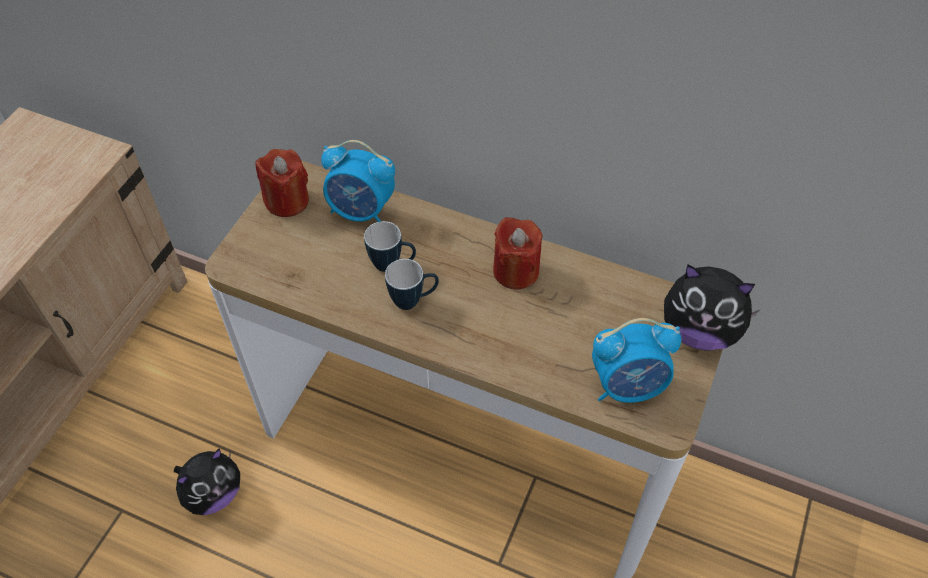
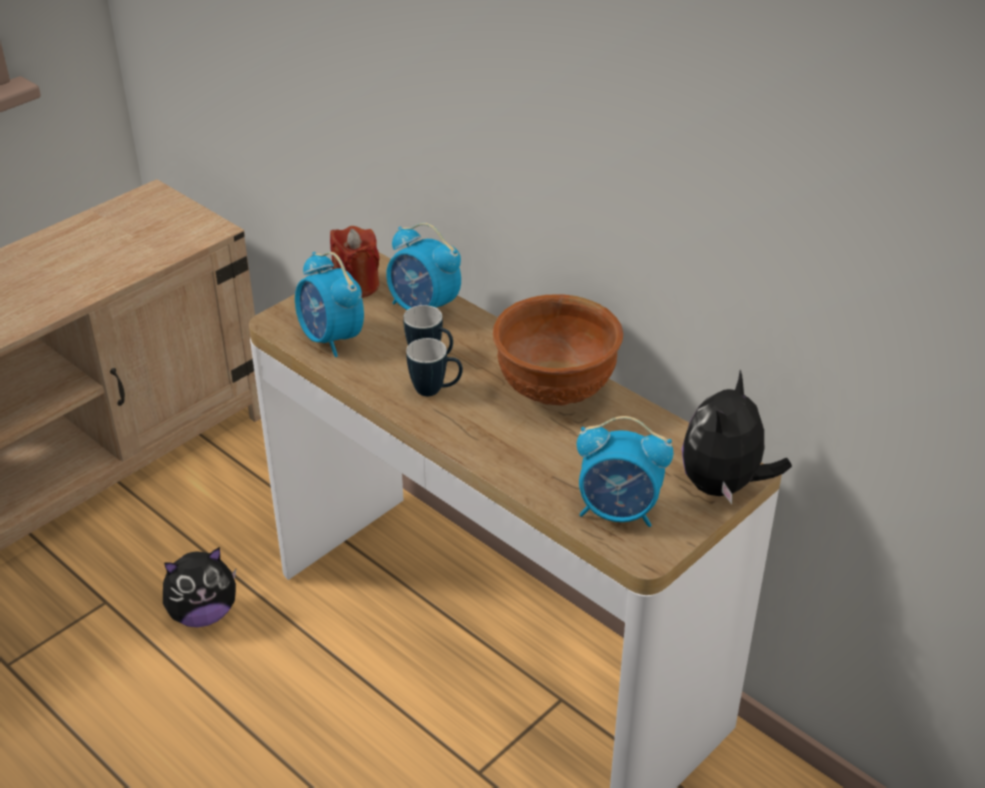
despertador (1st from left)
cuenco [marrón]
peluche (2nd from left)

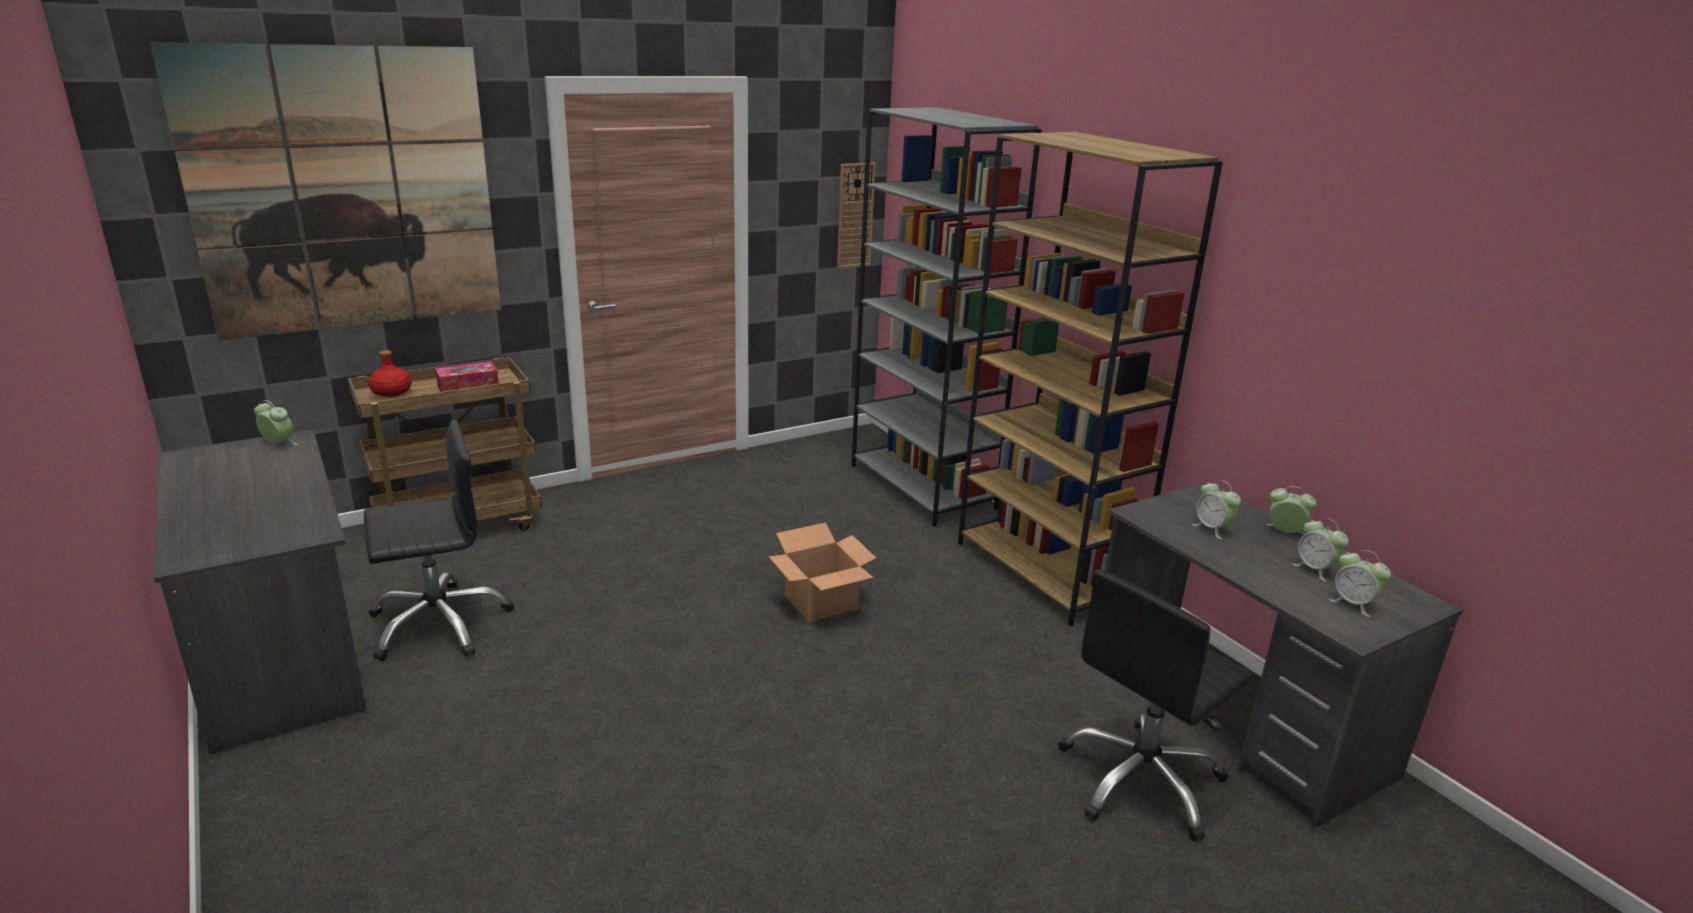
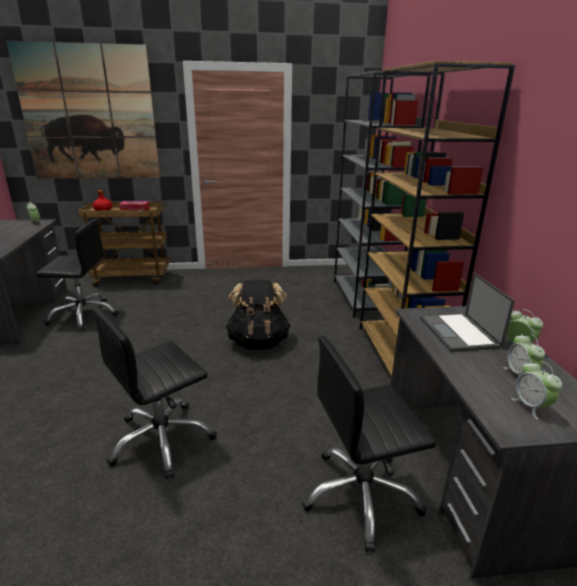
silla de oficina [negro] (2nd from left)
mochila [negro]
portátil
reloj de pared

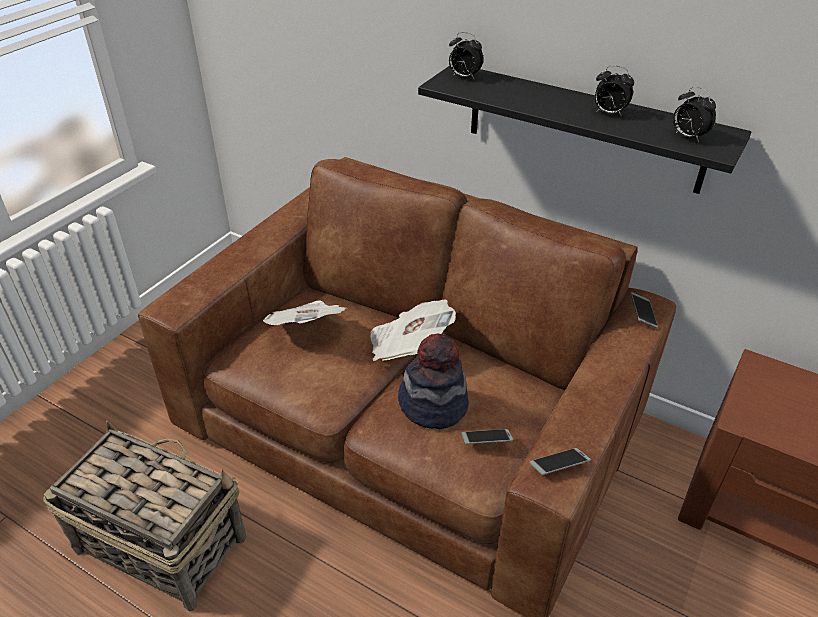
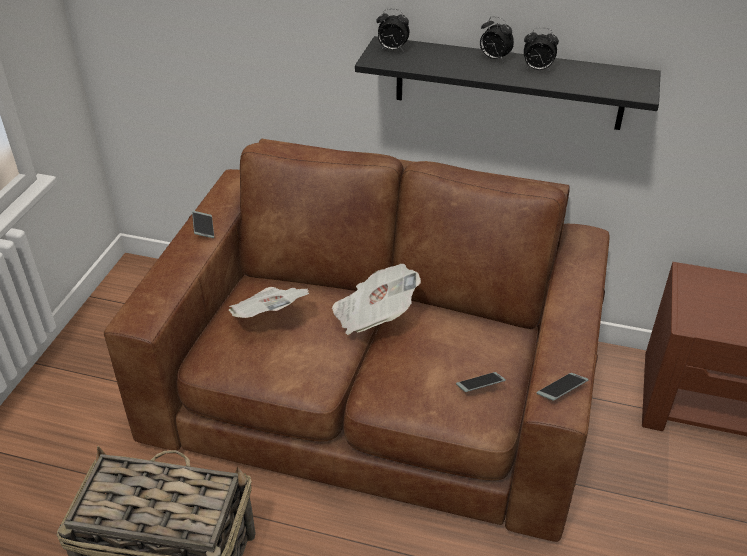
móvil (1st from left)
despertador (2nd from left)
sombrero

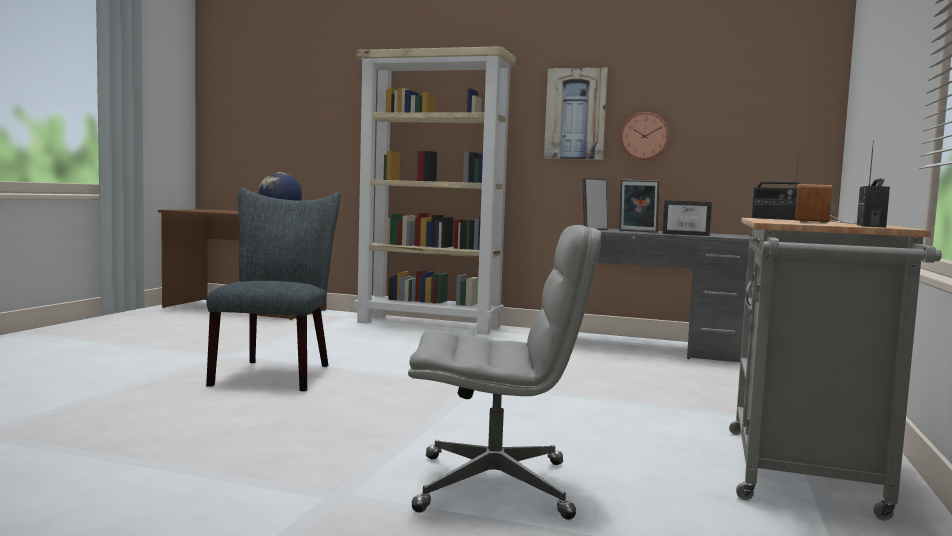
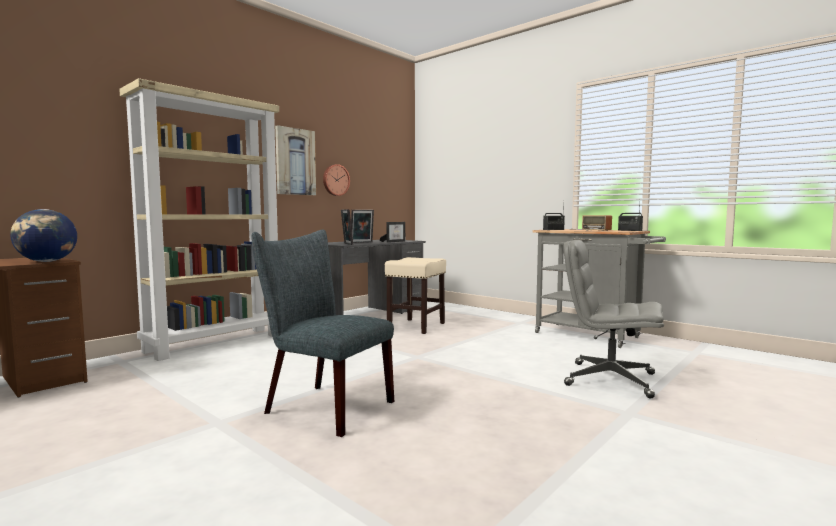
taburete [beis]
silla de oficina [gris]

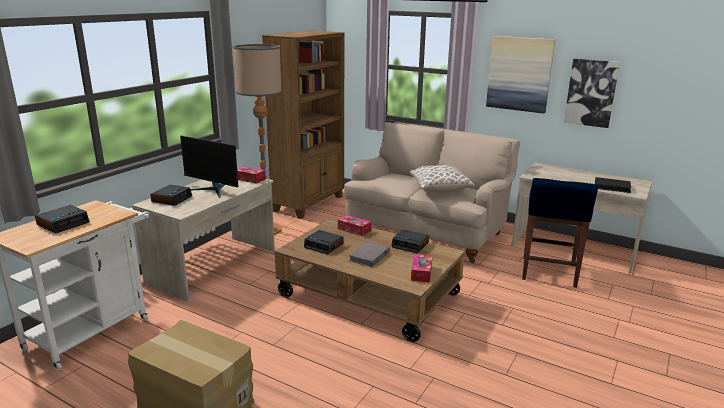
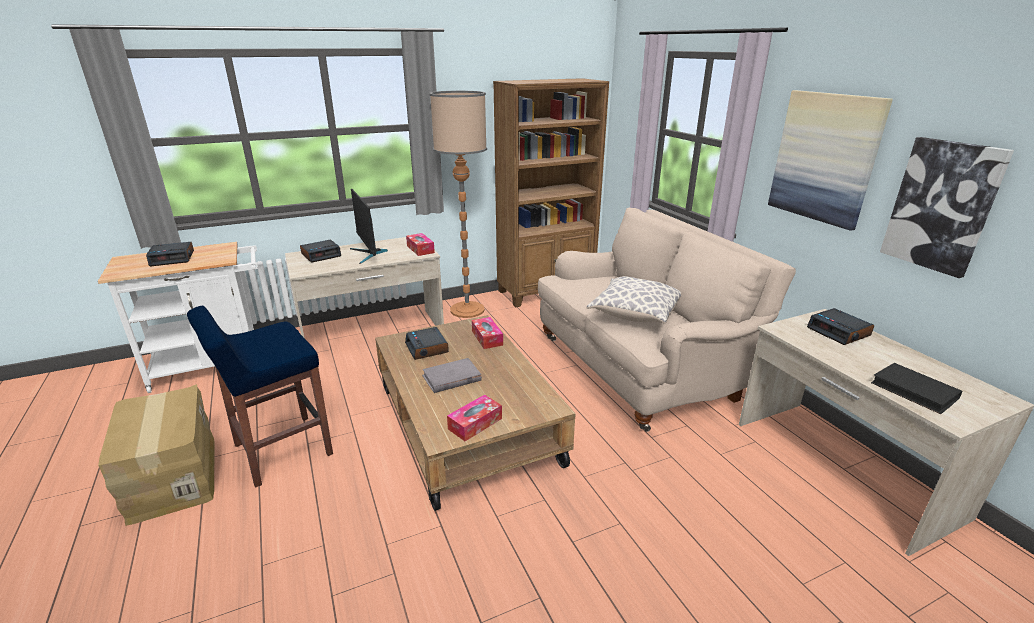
taburete [azul]
despertador (4th from left)

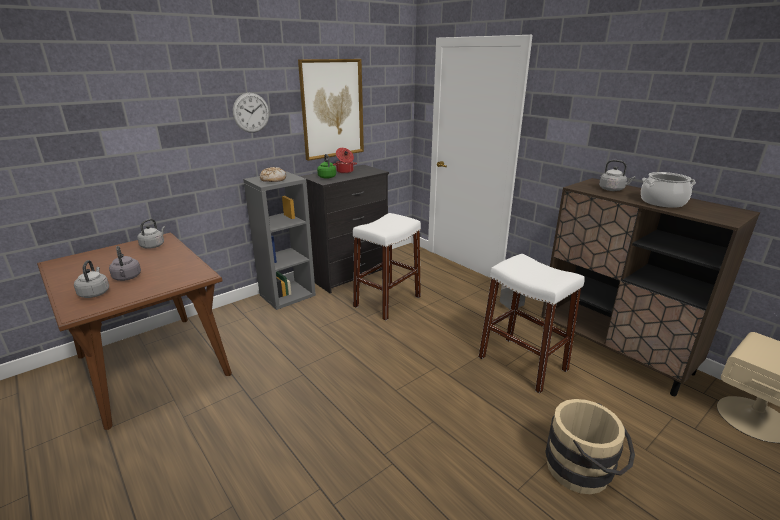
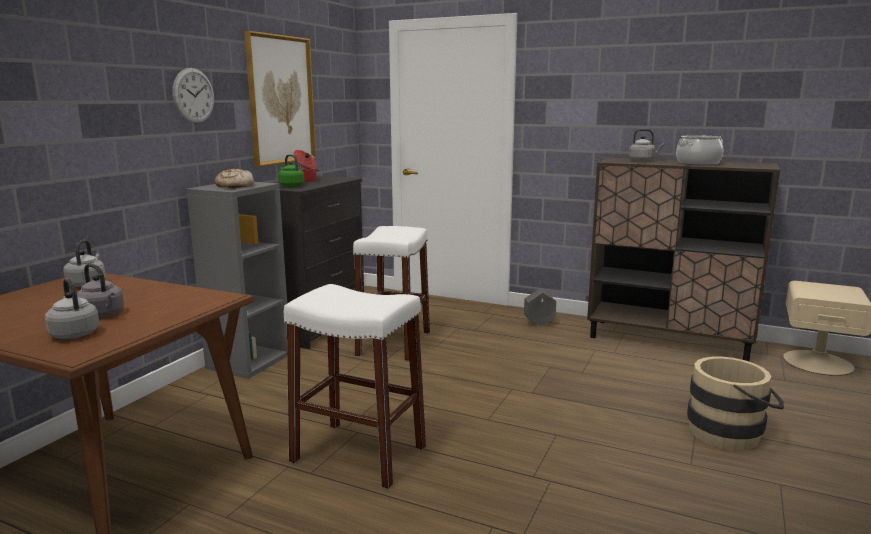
taburete [blanco] (1st from left)

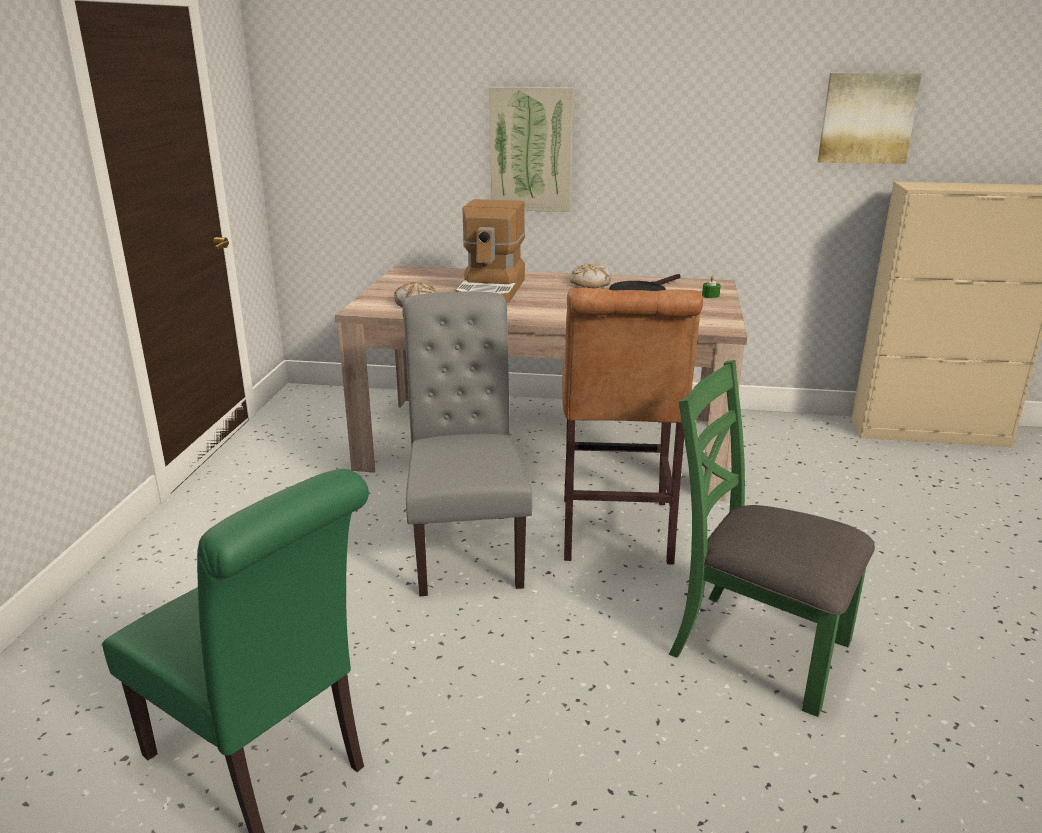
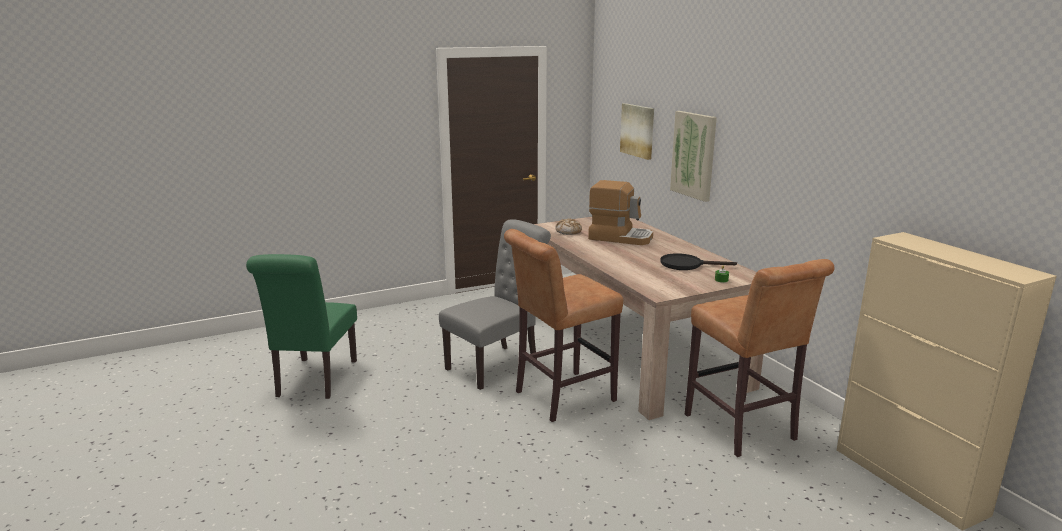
cafetera
cuadro (1st from left)
taburete [marrón] (2nd from left)
pan (2nd from left in the first image)
silla [verde] (2nd from left in the first image)

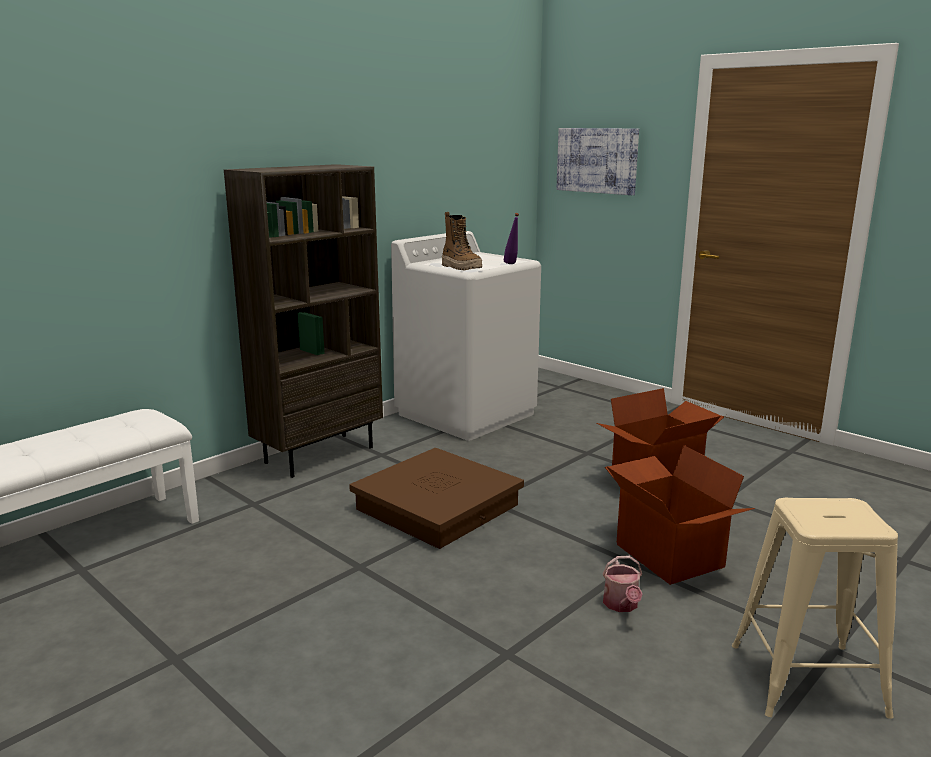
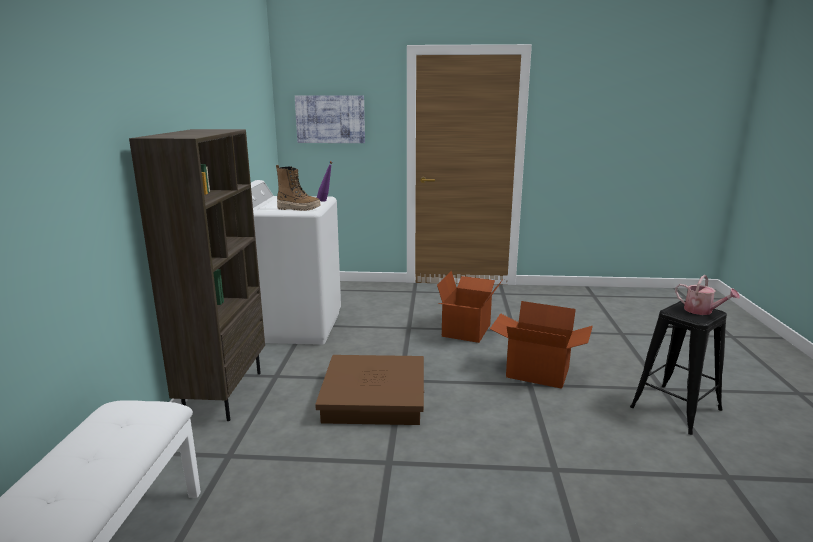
taburete [negro]
regadera

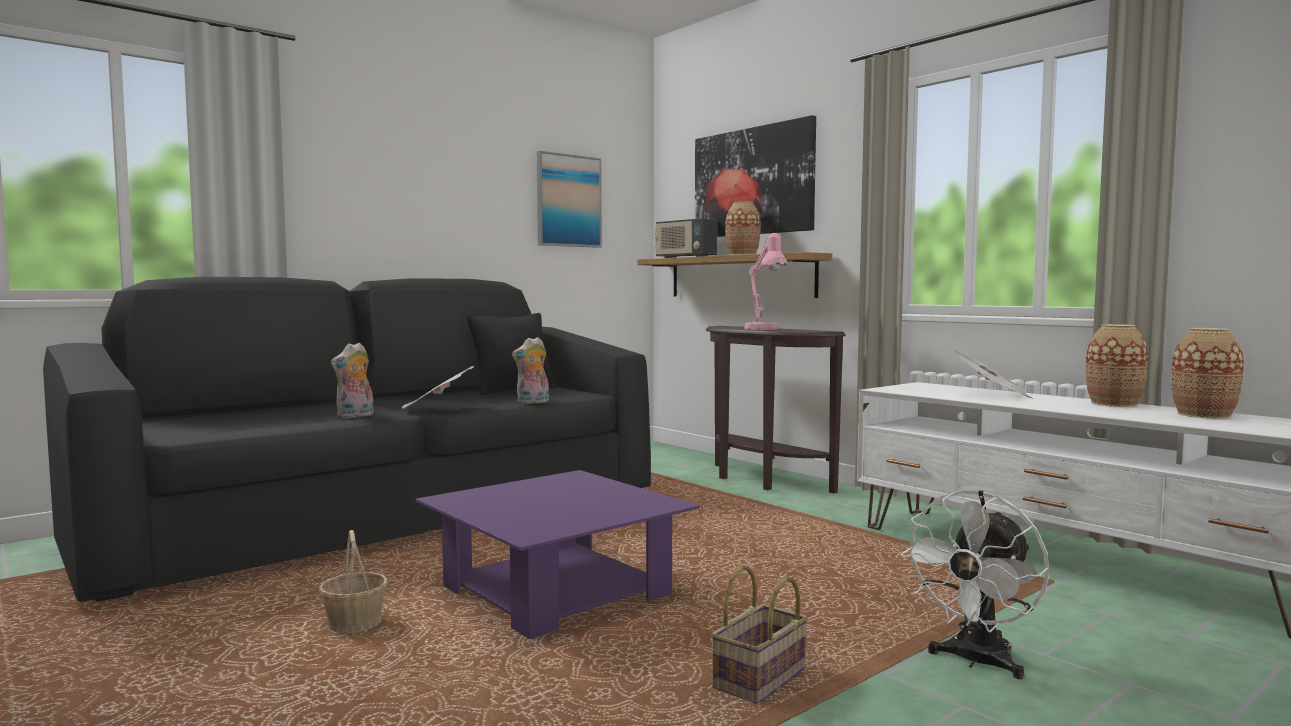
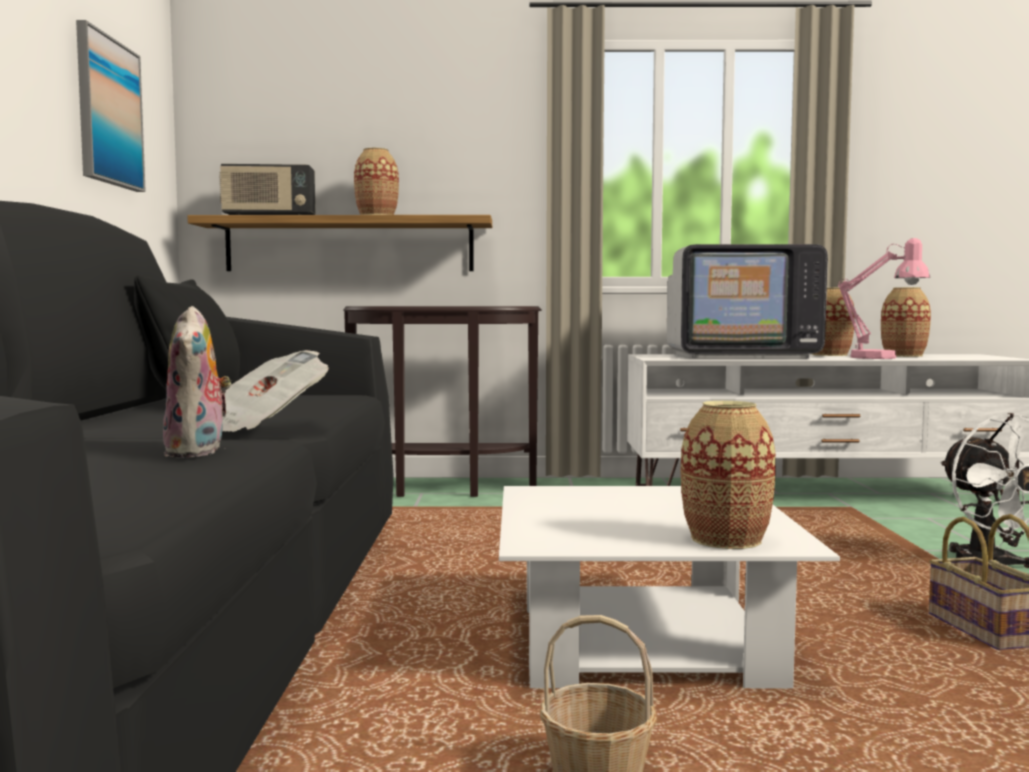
mesa de centro [blanco]
televisor
florero (2nd from left)
lámpara de mesa [rosa]
peluche (2nd from left in the first image)
cuadro (2nd from left in the first image)

